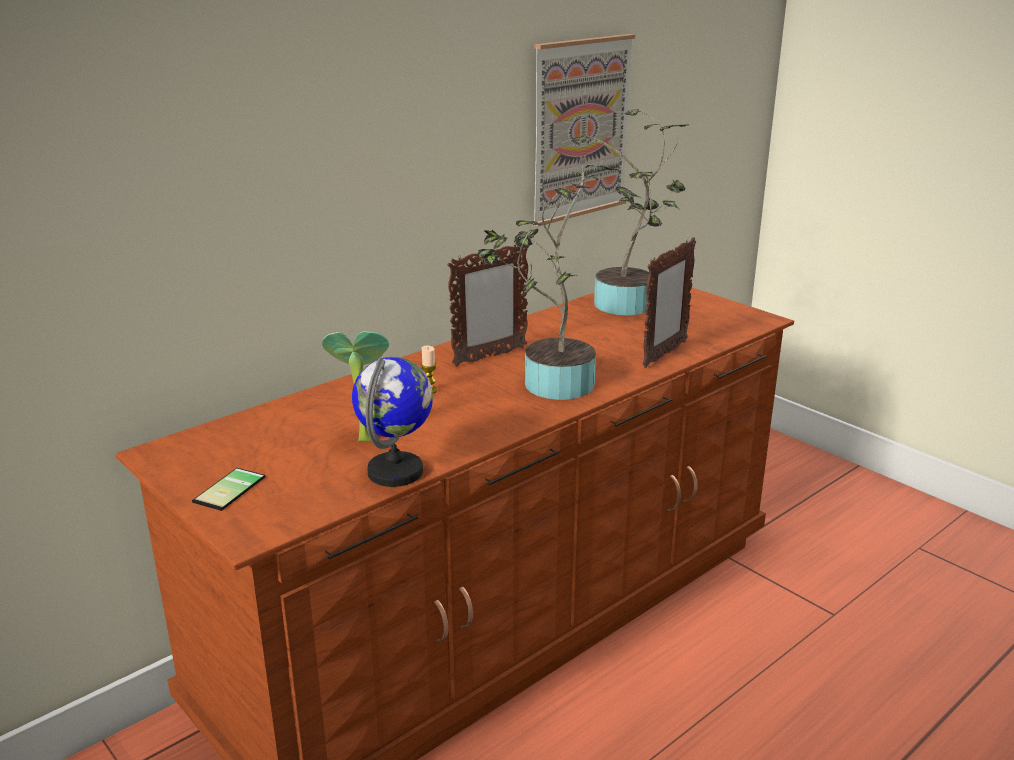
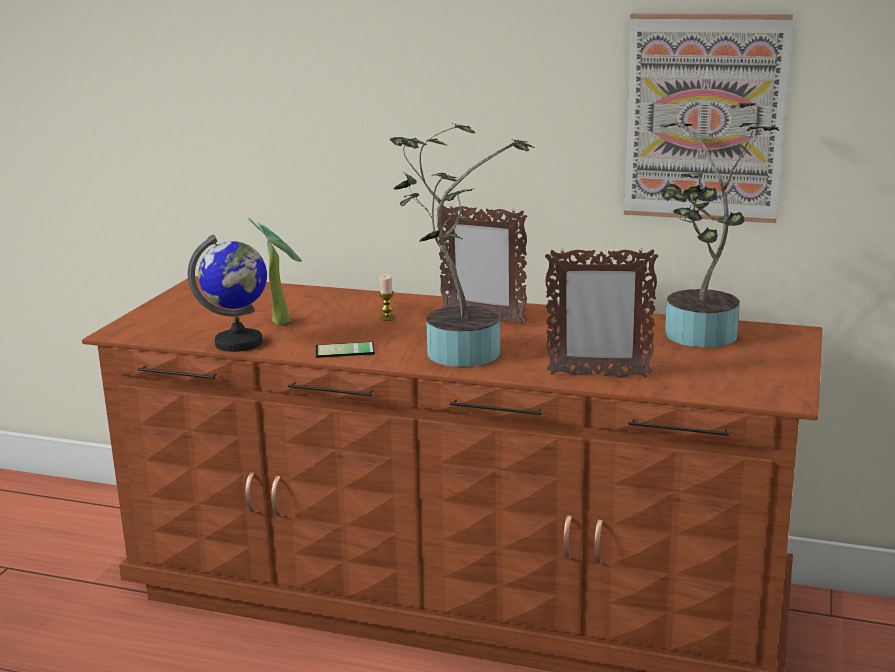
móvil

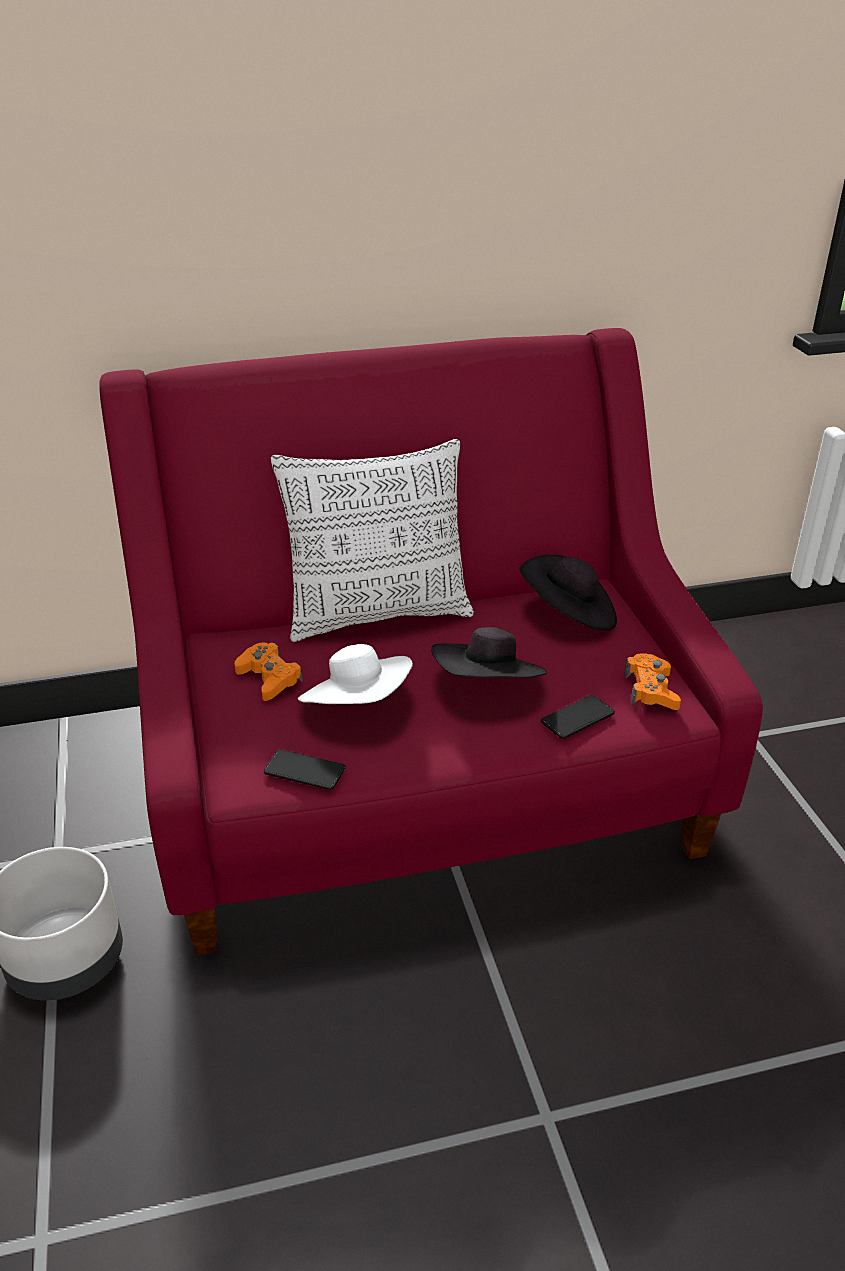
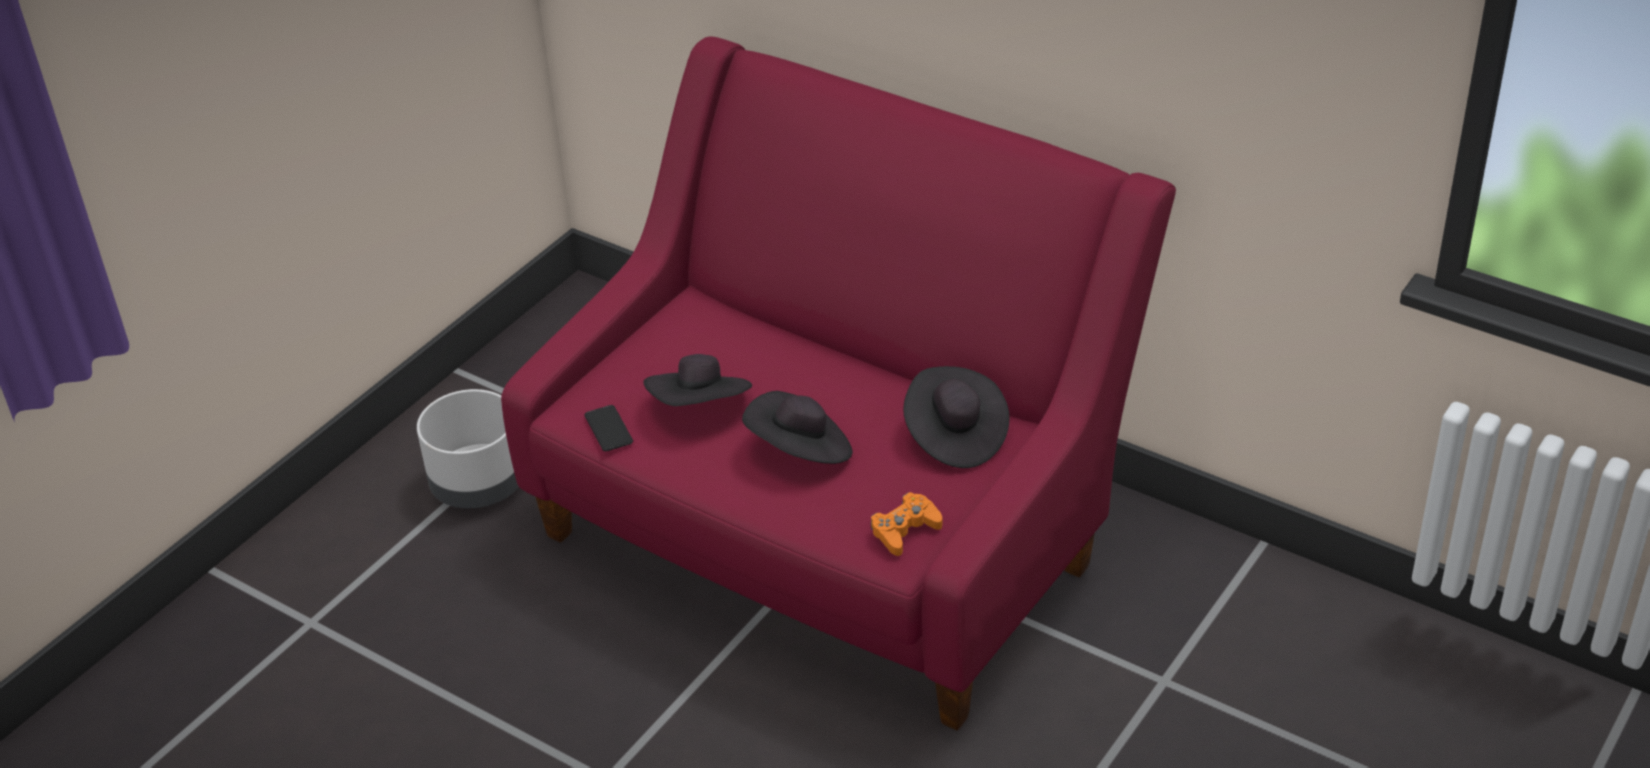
sombrero [negro] (1st from left)
mando de consola [naranja] (1st from left in the first image)
cojín
móvil (2nd from left in the first image)

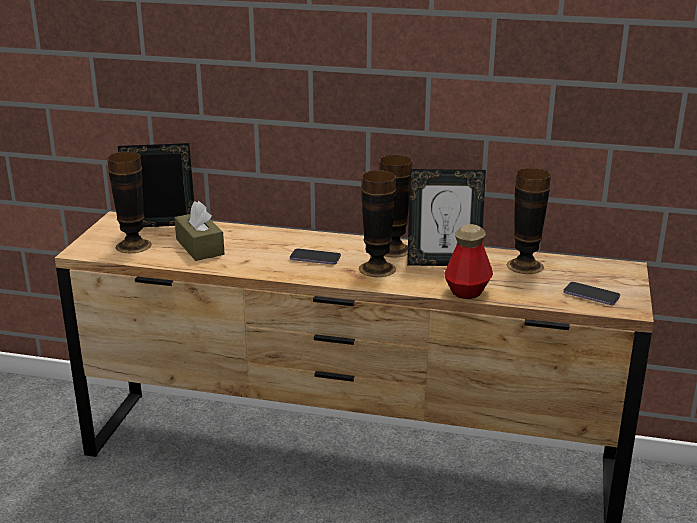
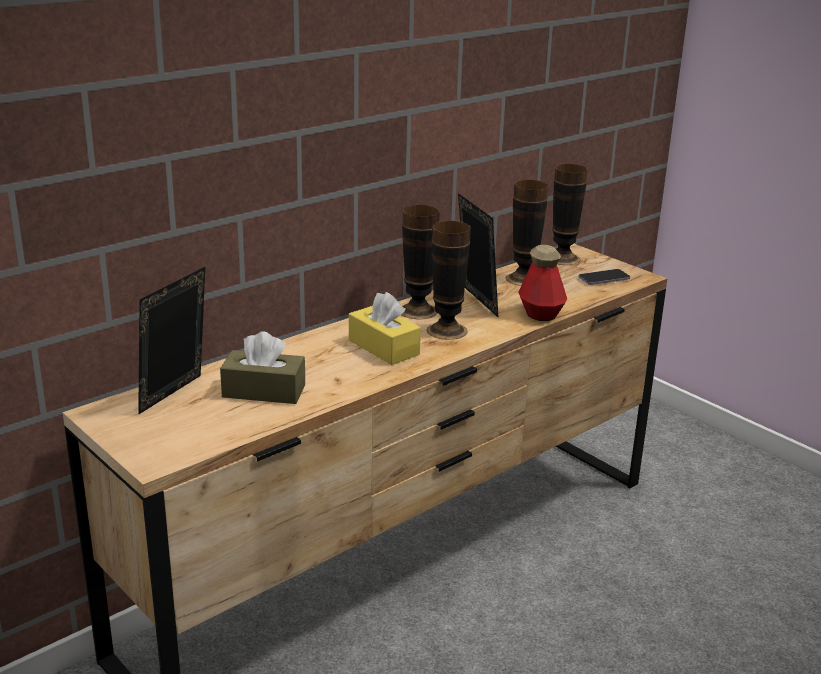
caja de pañuelos [amarillo]
portarretratos (2nd from left)
florero (4th from left)

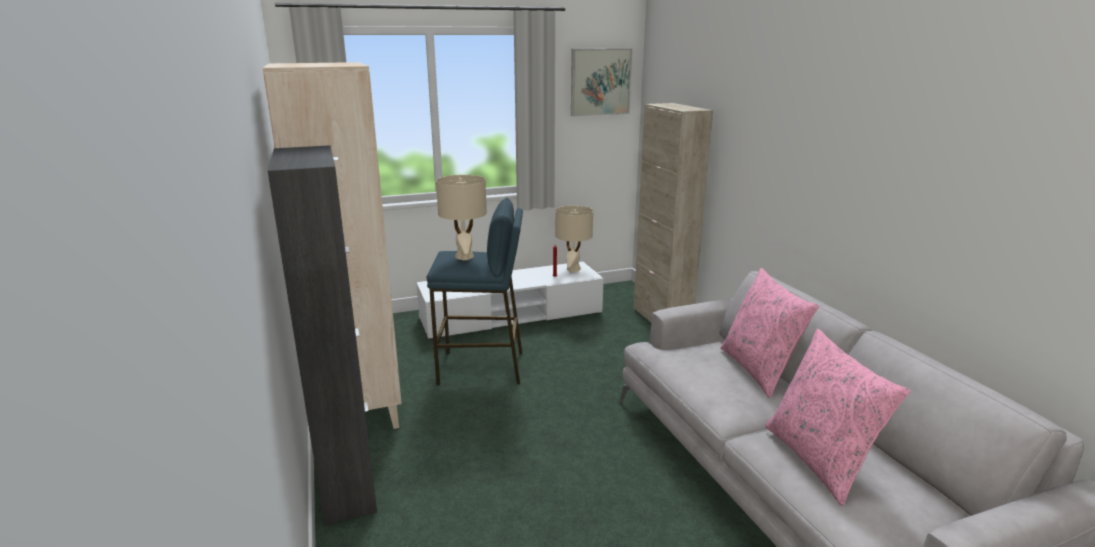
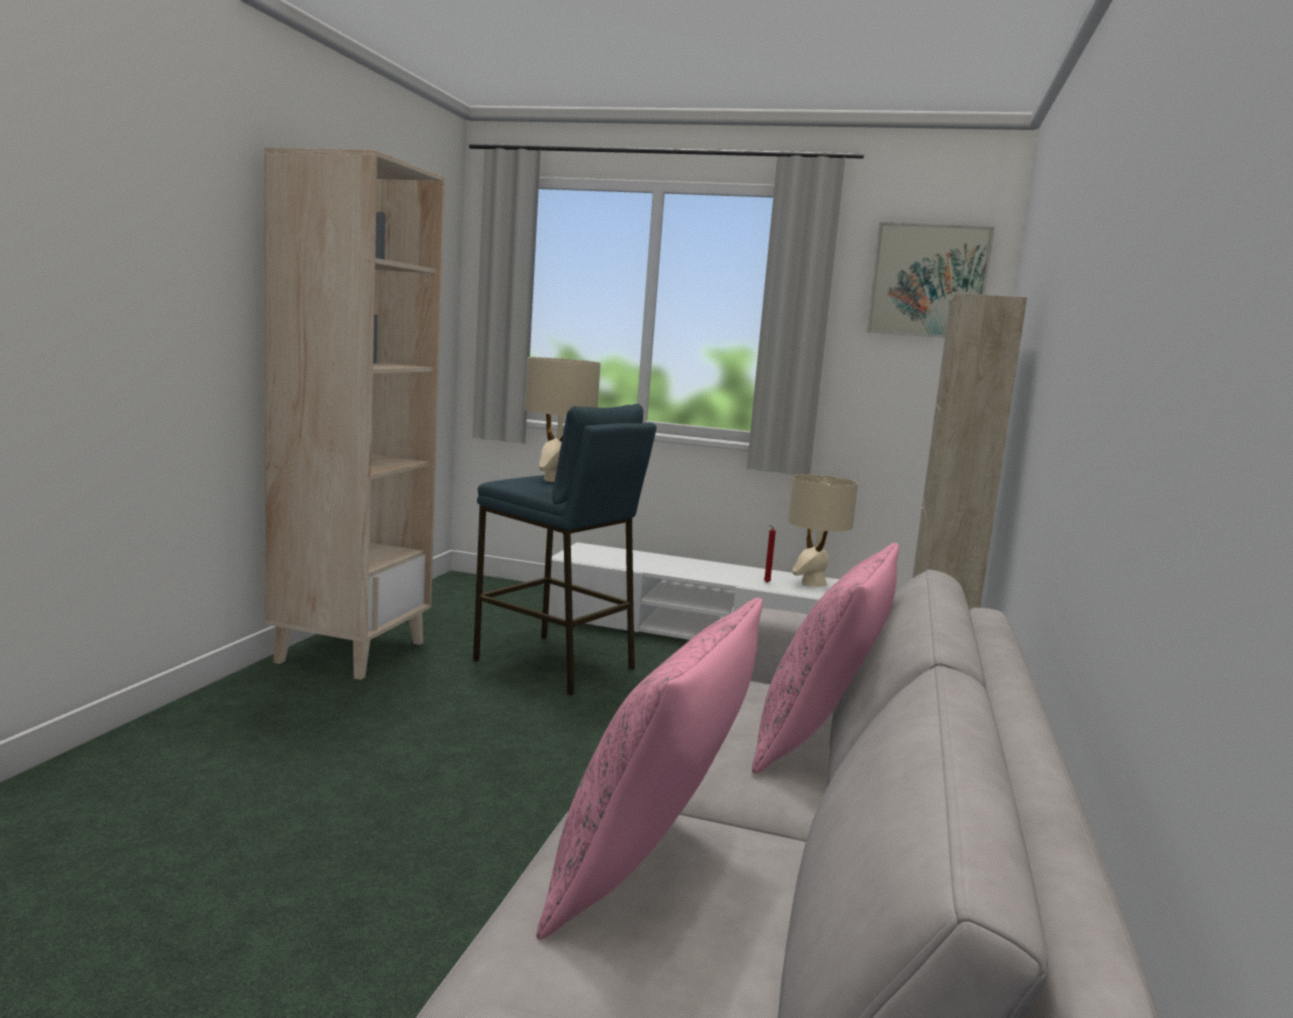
armario [negro]

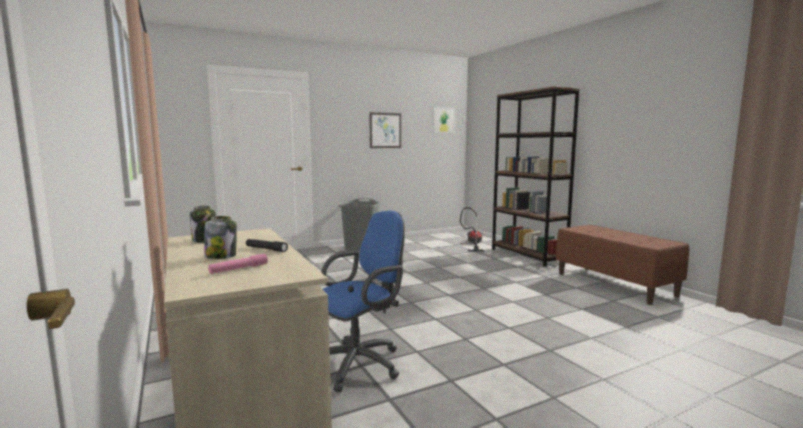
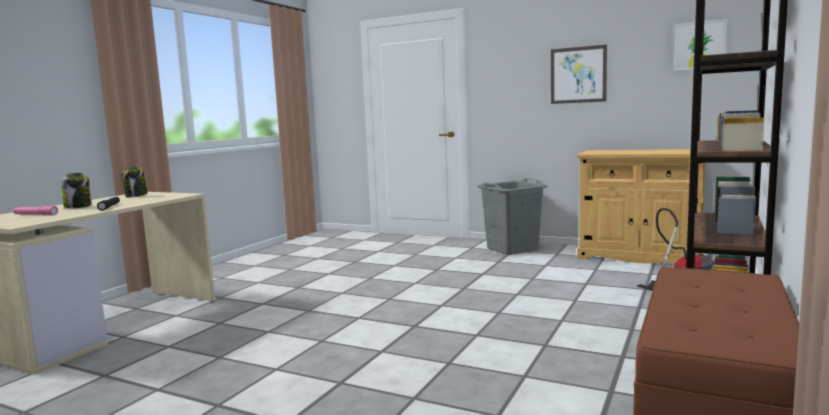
armario [beis]
silla de oficina [azul]

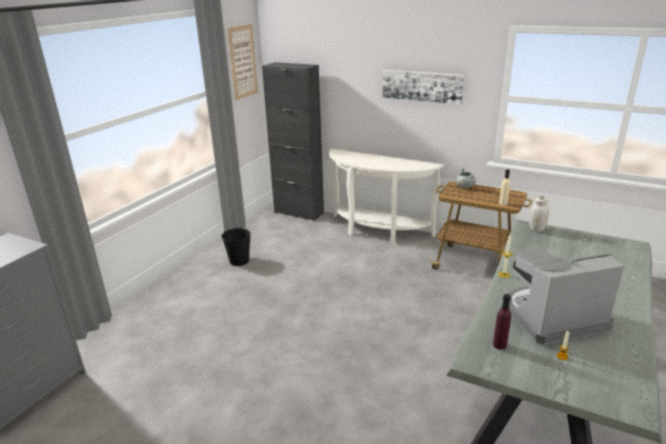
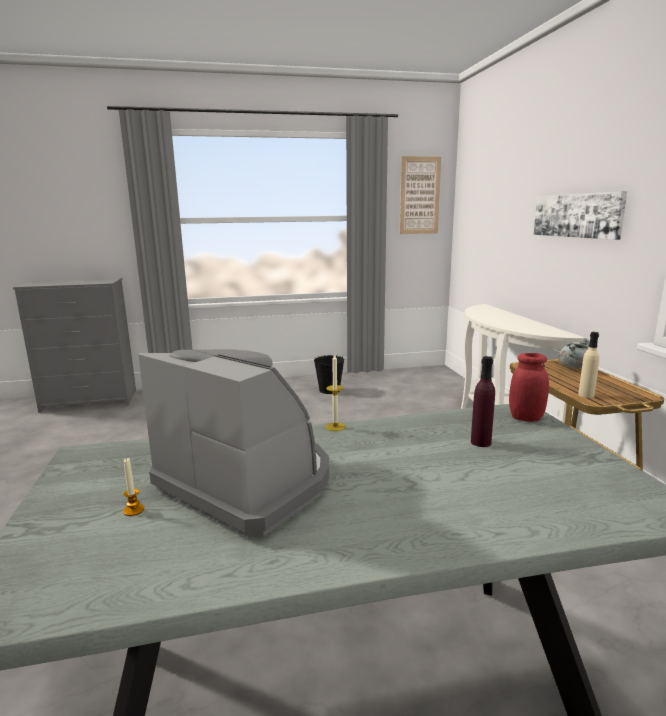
botella [morado]
tarro [rojo]
armario [negro]

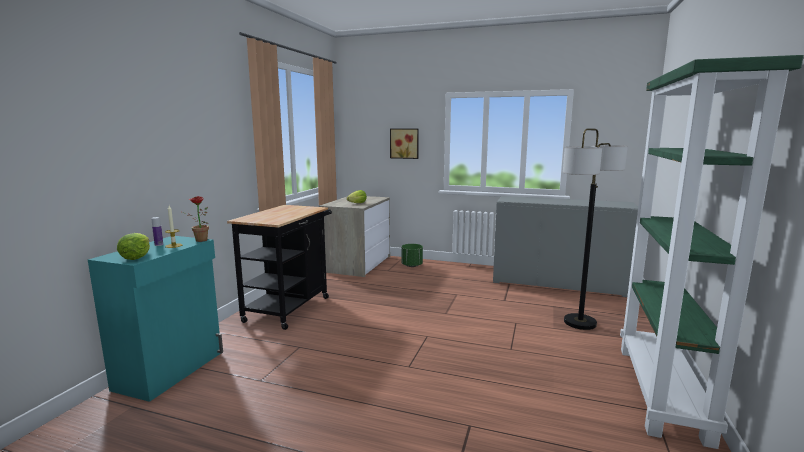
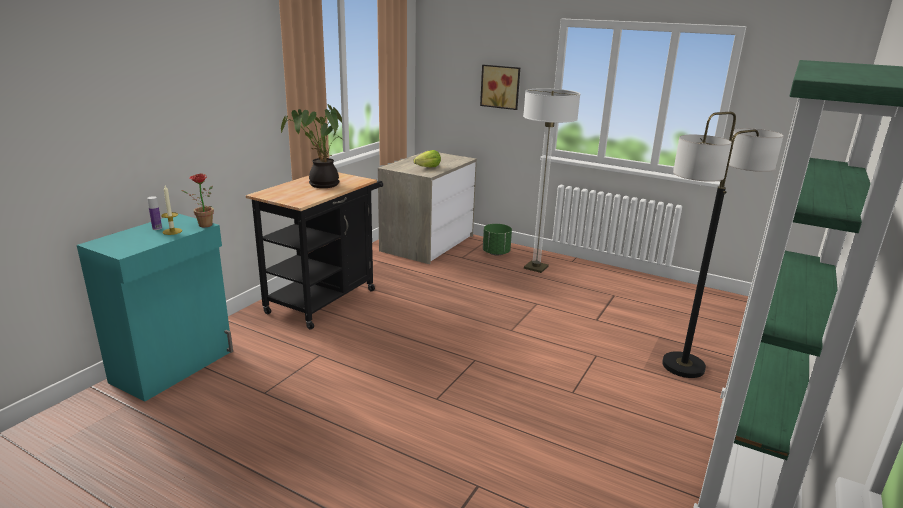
planta en maceta (2nd from left)
lámpara de pie (1st from left)
lechuga (1st from left in the first image)
armario [gris]

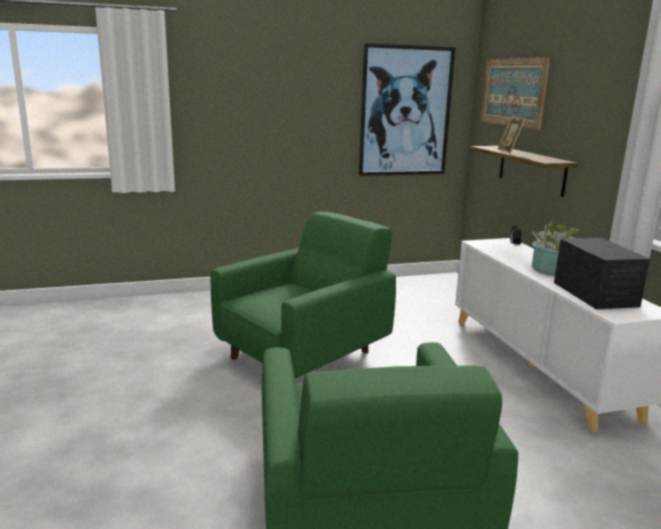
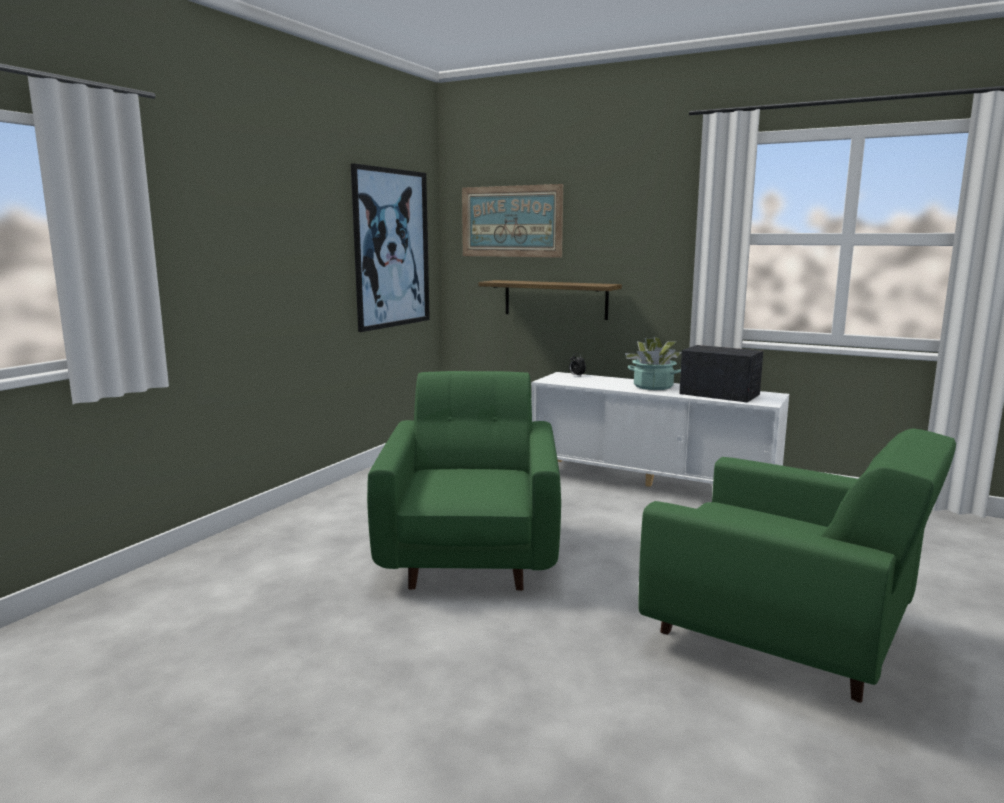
portarretratos

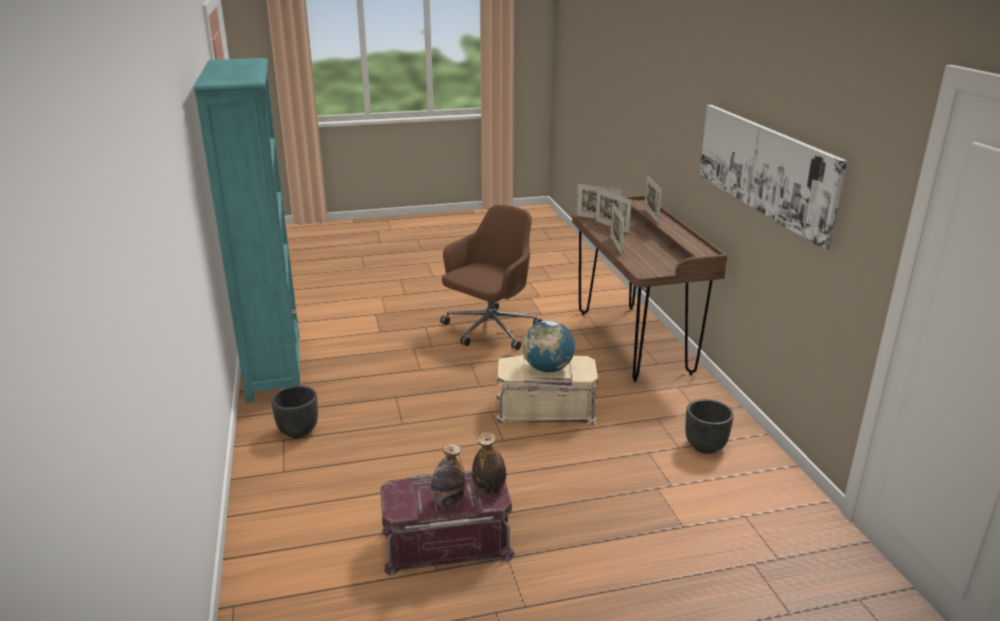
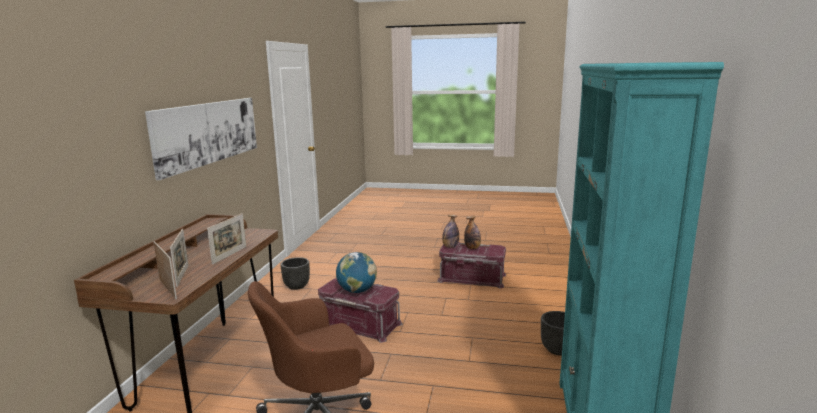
caja de almacenaje [rojo] (1st from left)
portarretratos (4th from left in the first image)

